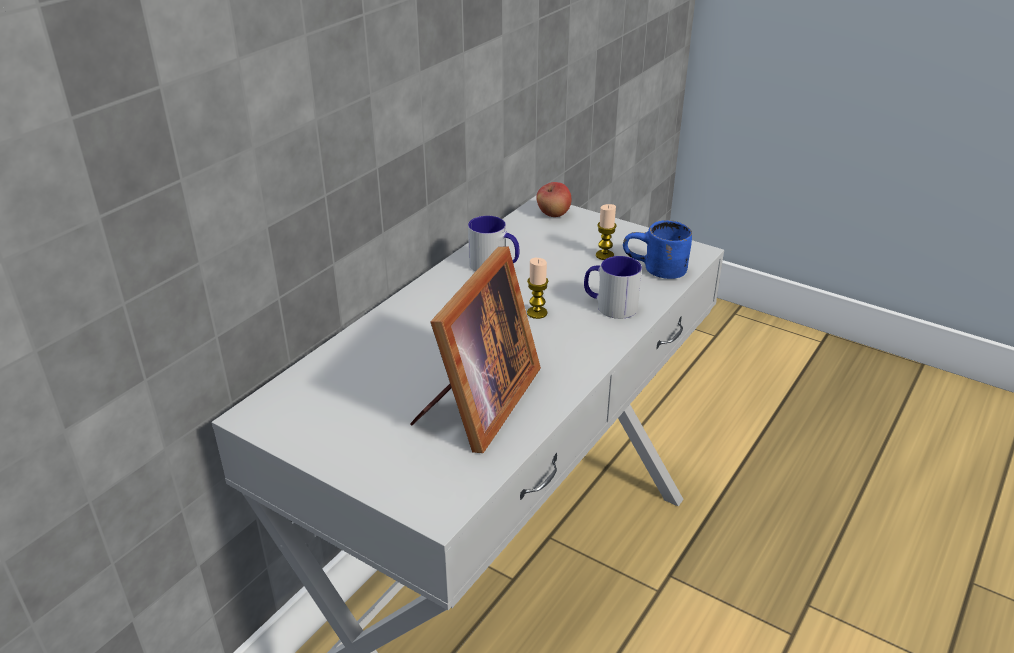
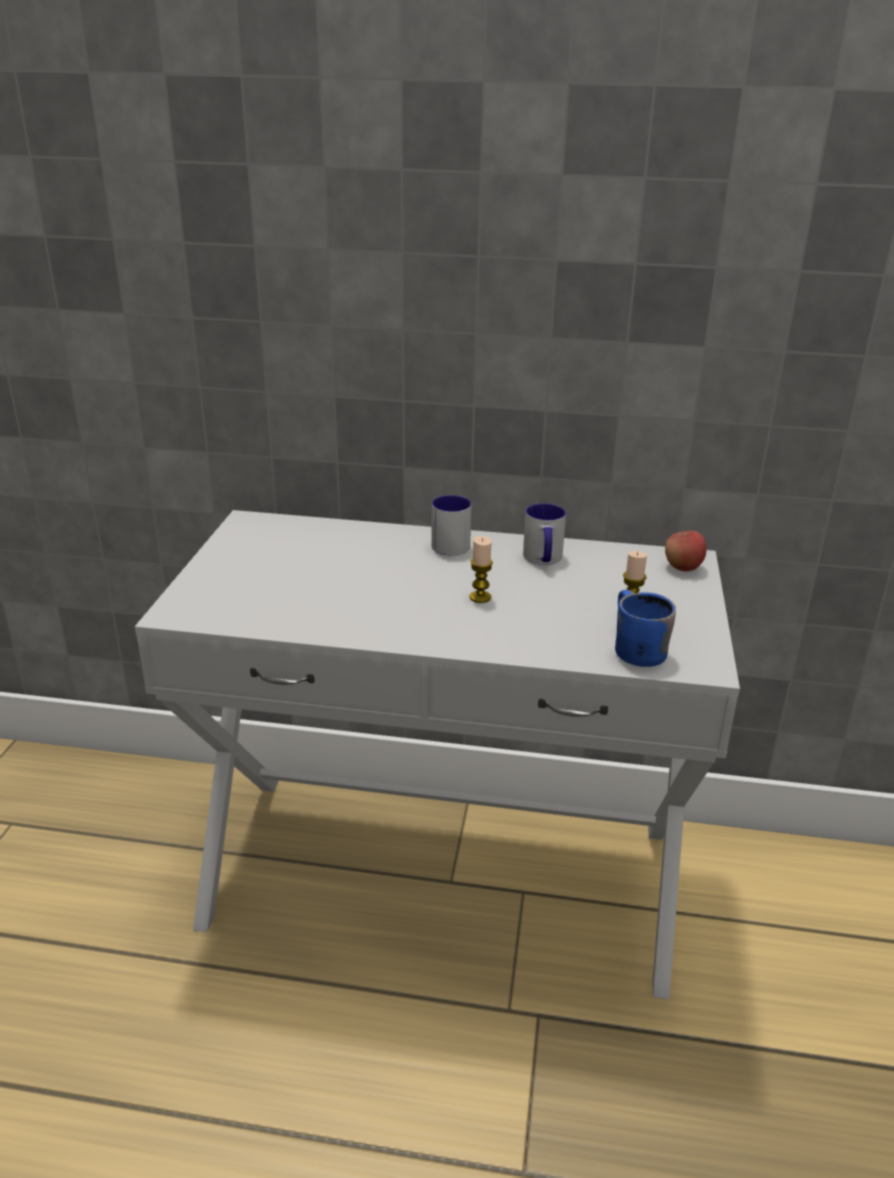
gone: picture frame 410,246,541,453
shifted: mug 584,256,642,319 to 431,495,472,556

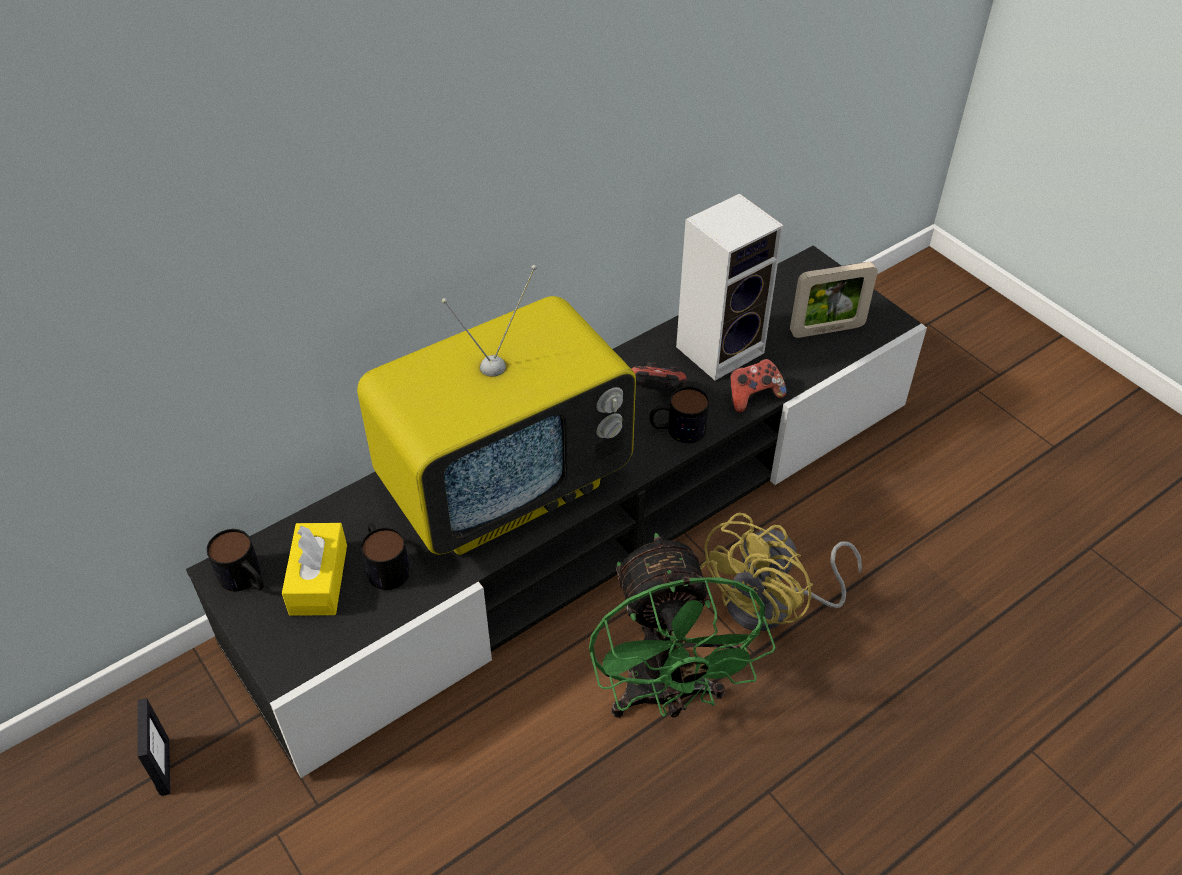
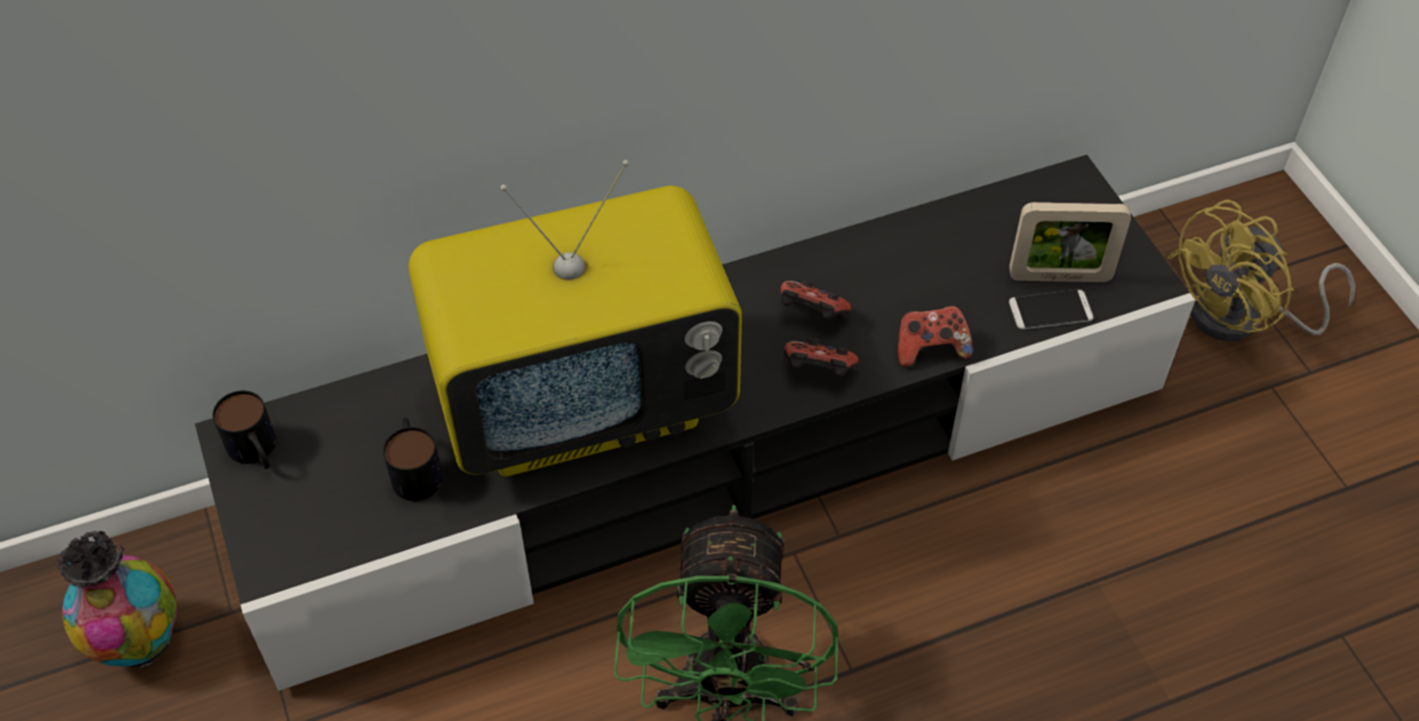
gone: yellow tissue box 282,523,347,616; speaker 676,194,783,381
new: phone 1009,290,1094,329
shifted: yellow fan 700,513,862,631 to 1168,200,1355,341
swapped: picture frame 138,698,171,796 to vase 57,531,177,668; mug 650,387,709,443 to game controller 784,337,858,377

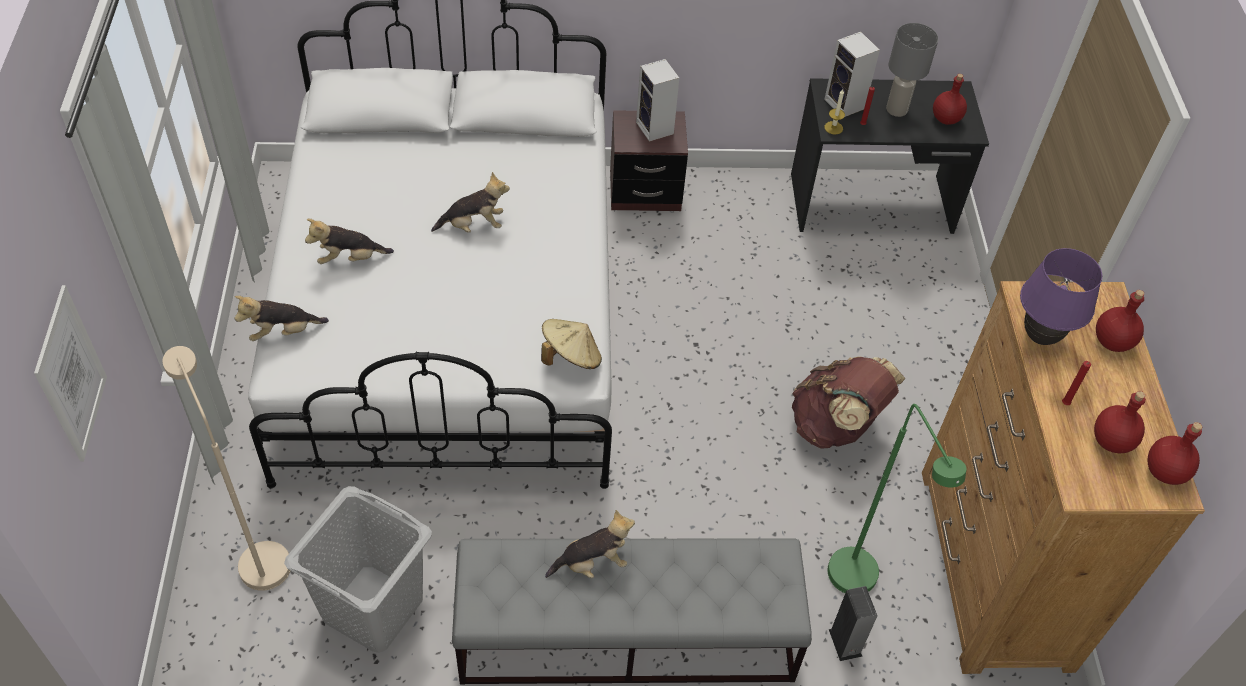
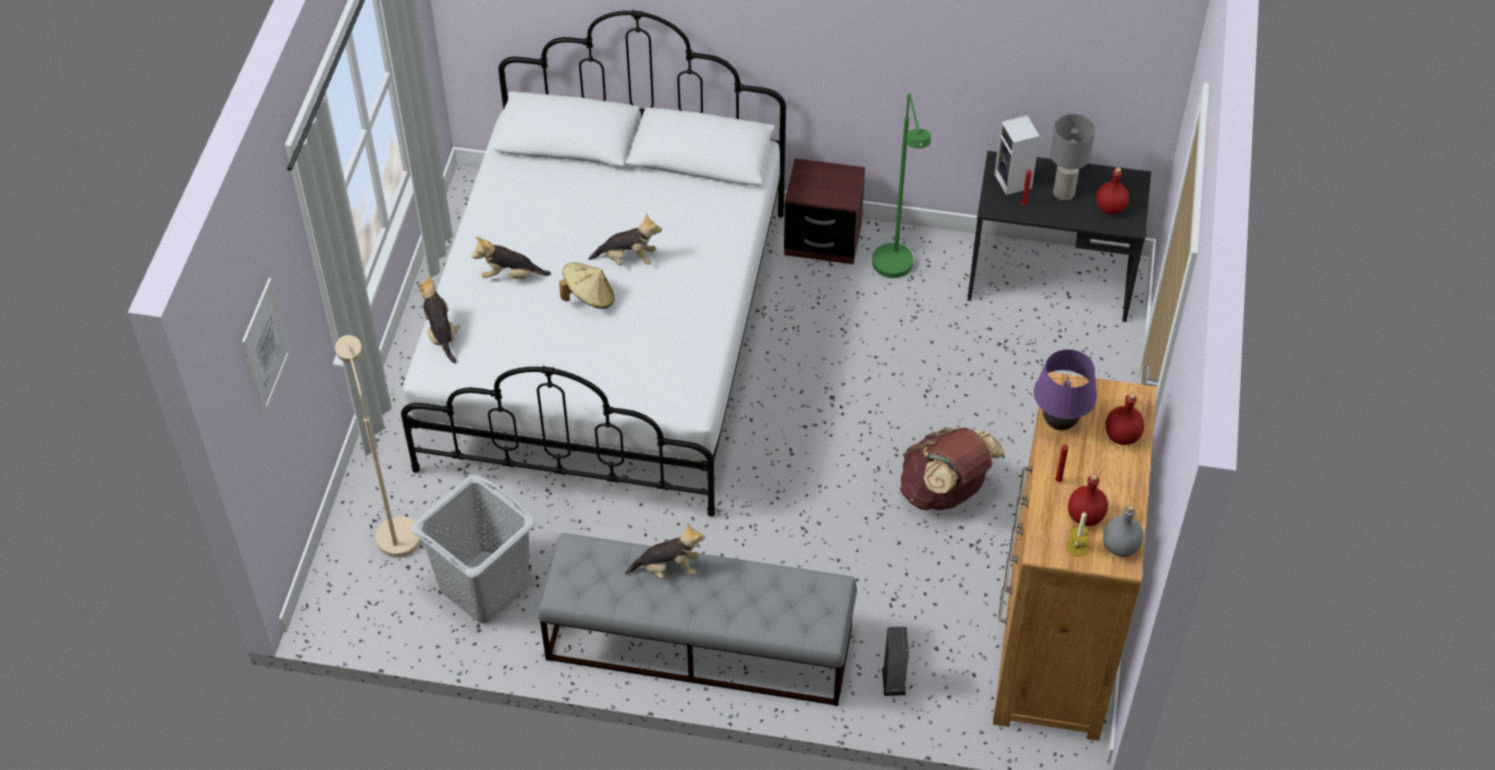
gone: speaker 636,59,679,142
shifted: beige hat 541,319,602,369 to 559,262,614,309; candle 824,89,845,135 to 1066,512,1090,556; green floor lamp 828,404,967,593 to 872,93,931,278
repainted: red bottle 1147,422,1202,485 to grey bottle 1103,504,1144,557
rotated: plush toy 235,296,329,341 = 418,275,460,363 75 degrees clockwise

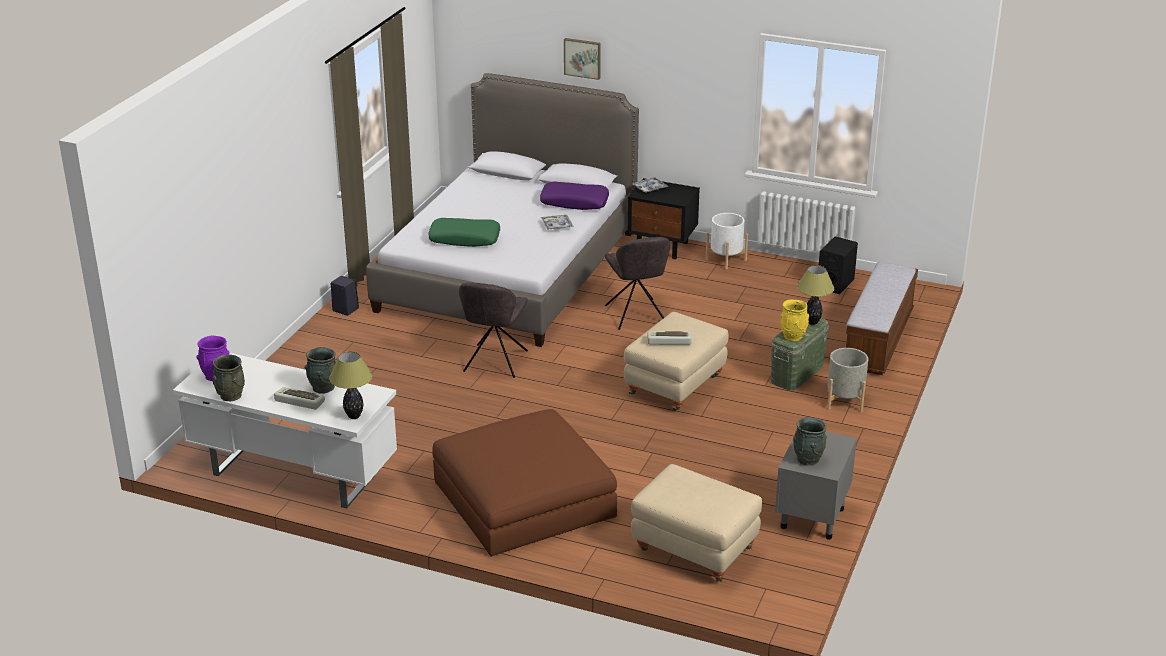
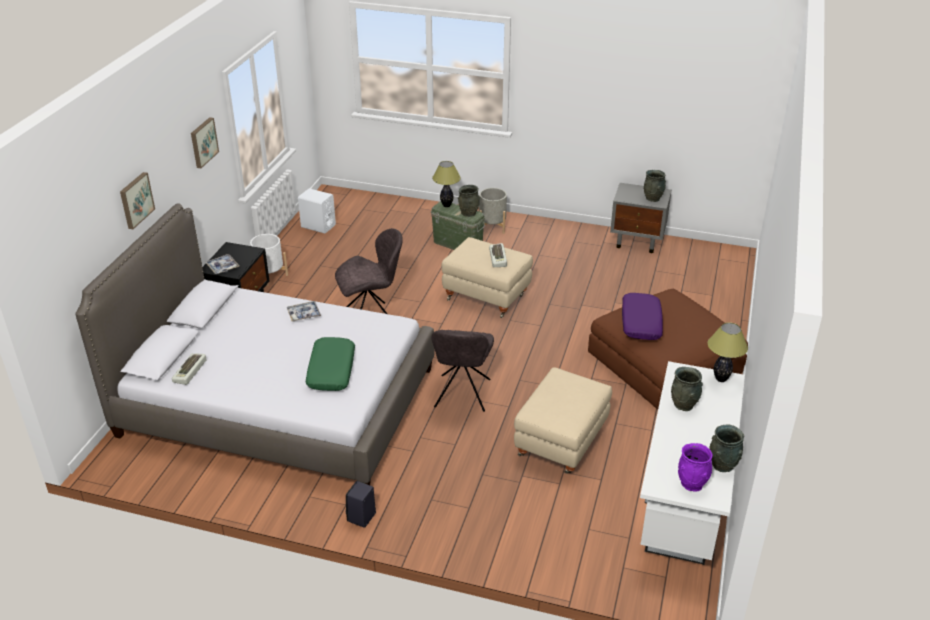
gone: bench 846,262,918,375
new: picture 191,117,219,168
shifted: keyboard 274,387,325,410 to 172,353,207,385; purple pillow 540,182,609,210 to 622,293,663,340; beige ottoman 631,464,762,581 to 514,367,612,474
repainted: yellow vase 780,300,809,341 to grey vase 458,185,480,217; black speaker 819,236,858,294 to white speaker 298,188,336,234
rotated: grey chair 459,282,528,378 = 431,330,494,412 90 degrees clockwise

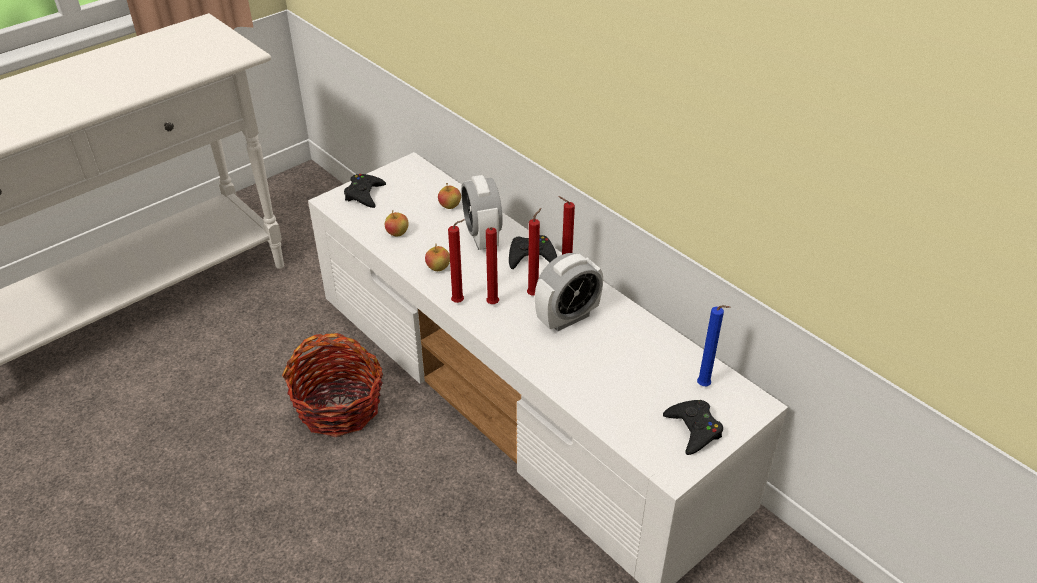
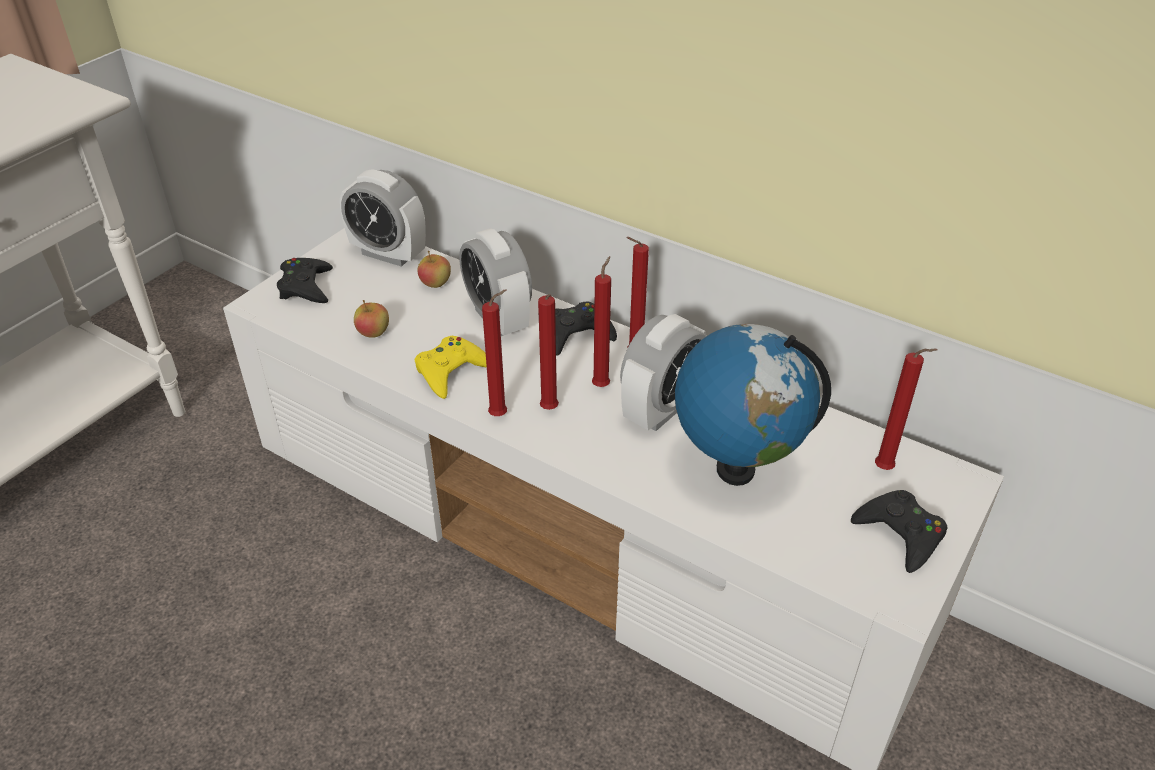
gone: basket 282,333,383,437
new: alarm clock 340,169,426,267; globe 675,324,831,486
swapped: apple 425,243,450,271 to yellow game controller 415,336,487,399
repainted: blue candle 697,305,730,386 to red candle 875,348,938,470

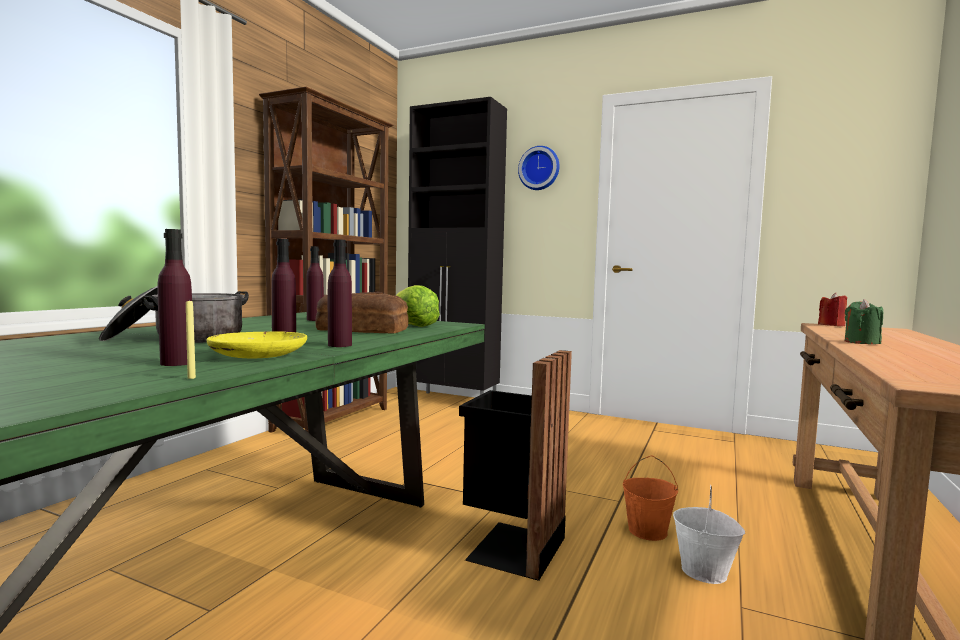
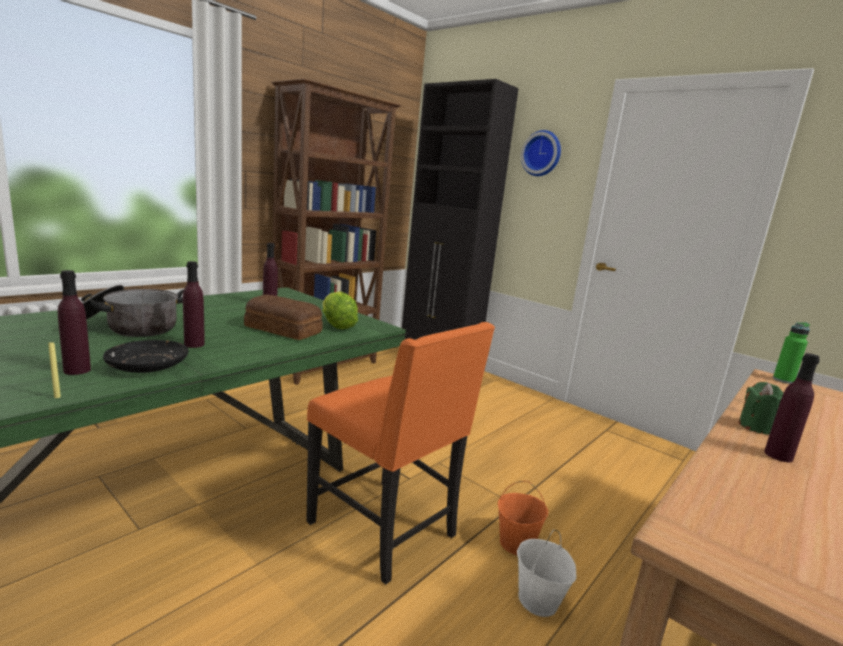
shifted: purple bottle 328,239,352,347 to 764,353,820,462
swapped: black trash can 459,350,572,581 to orange chair 306,322,495,585; red candle 818,293,847,326 to green bottle 773,322,810,384
repainted: yellow plate 207,331,307,358 to black plate 103,340,189,373

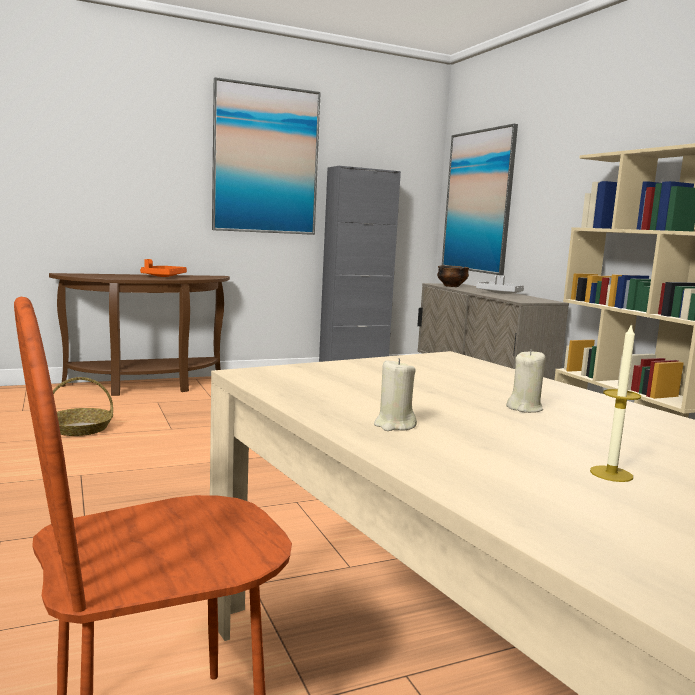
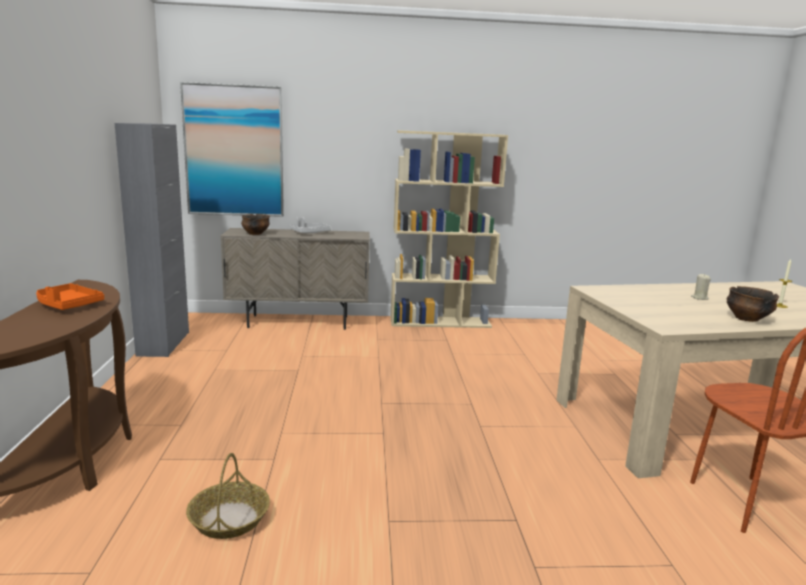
gone: picture 212,77,321,235
swapped: beige candle 374,358,417,431 to bowl 727,286,779,322

